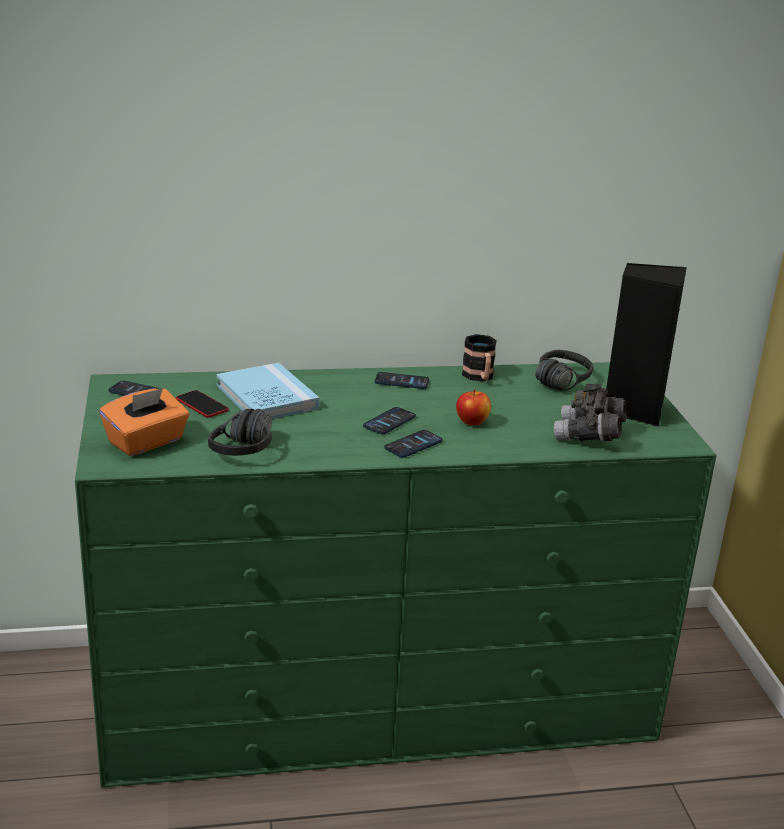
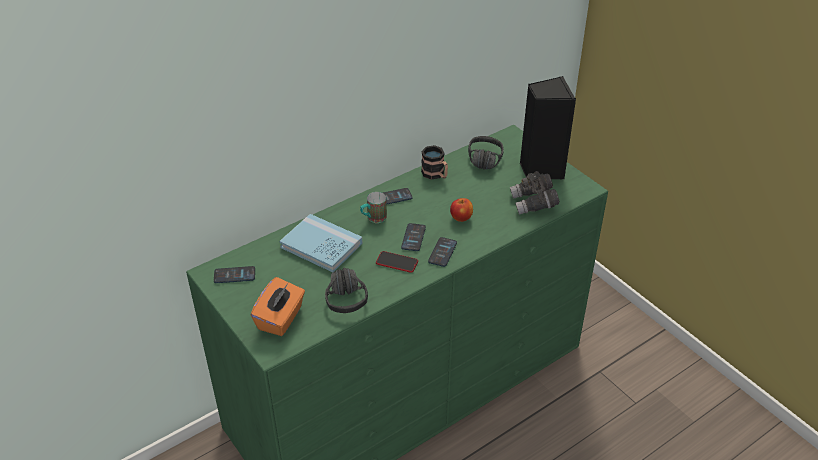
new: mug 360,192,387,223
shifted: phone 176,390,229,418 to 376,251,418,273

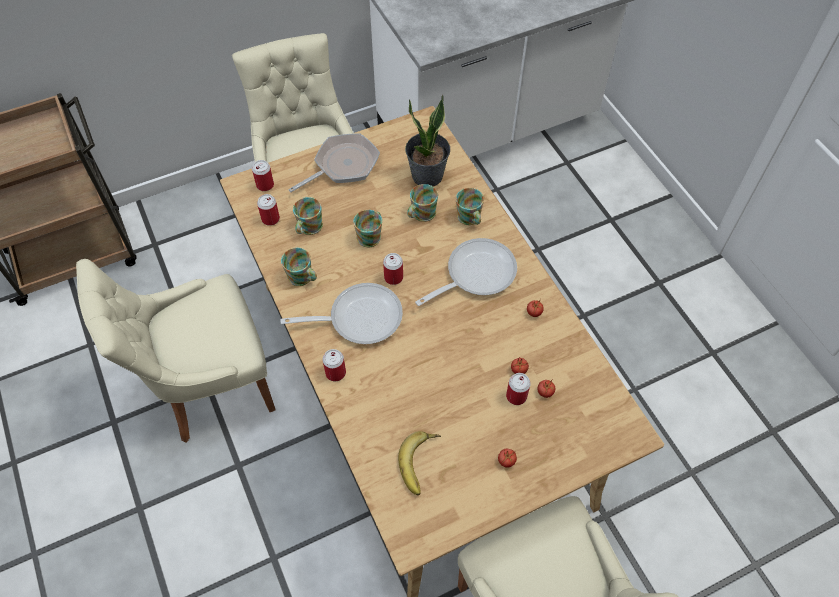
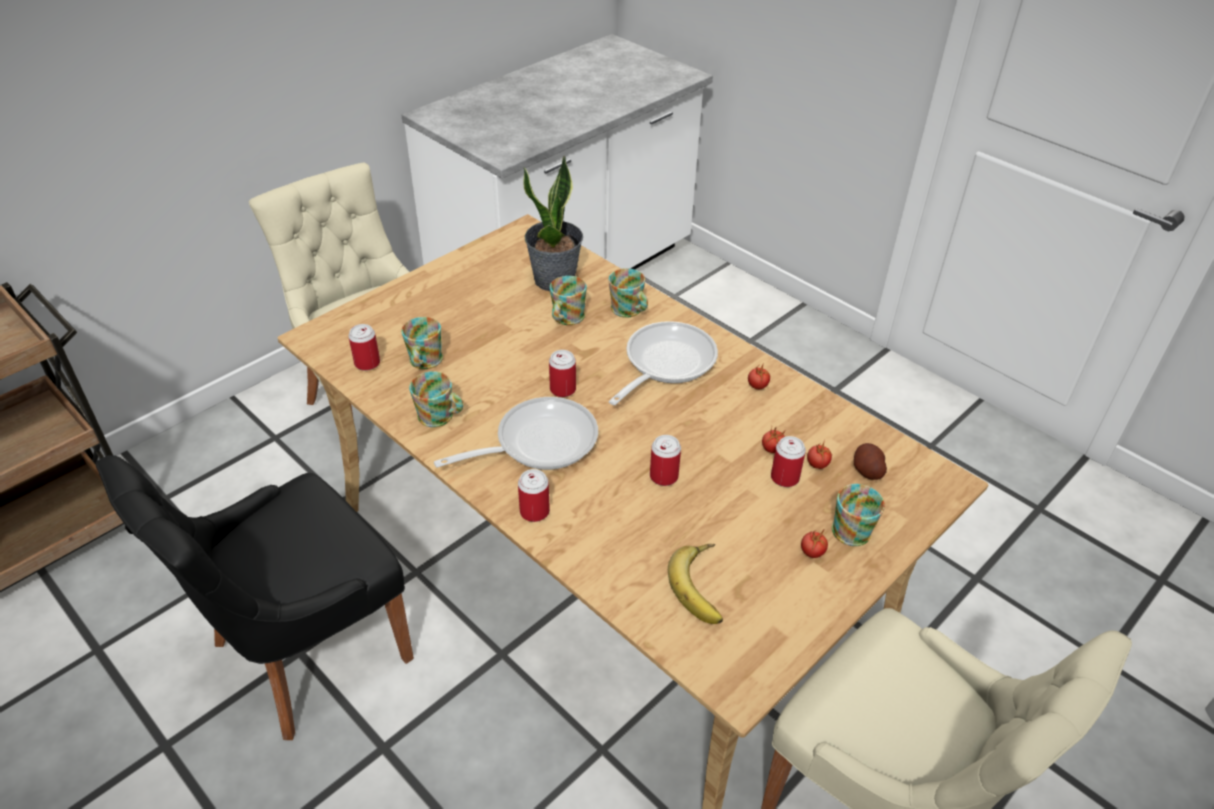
gone: frying pan 288,133,380,192
new: potato 854,443,887,480
shifted: can 252,160,274,191 to 650,435,681,486; mug 353,210,382,247 to 832,484,885,546
repainted: beige chair 76,259,276,443 to black chair 96,455,414,740

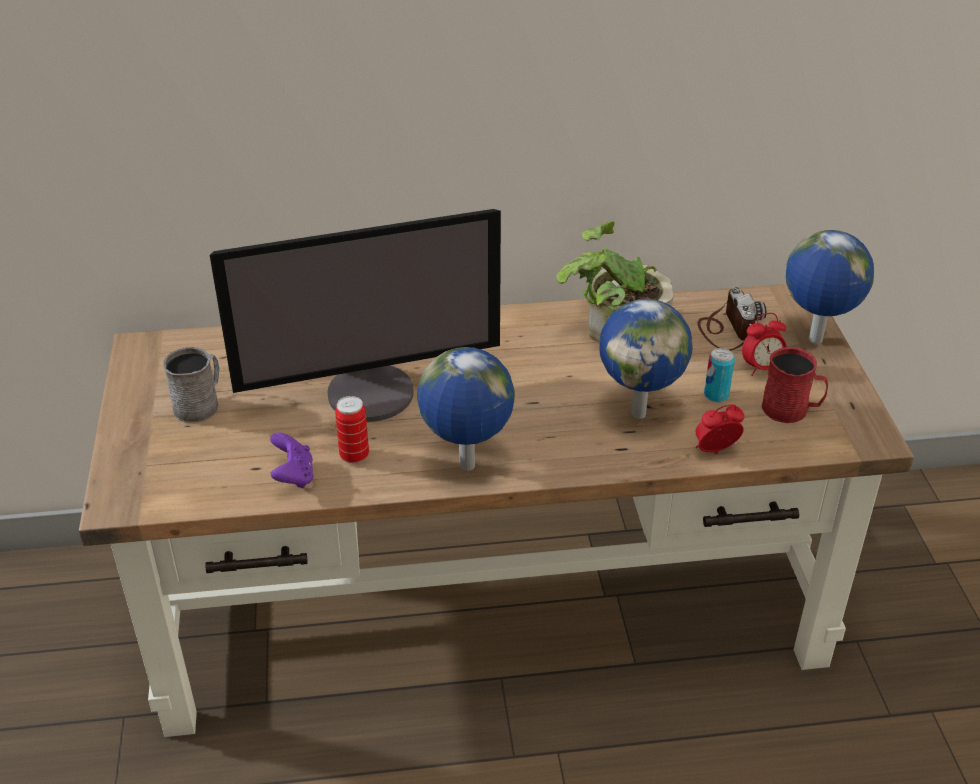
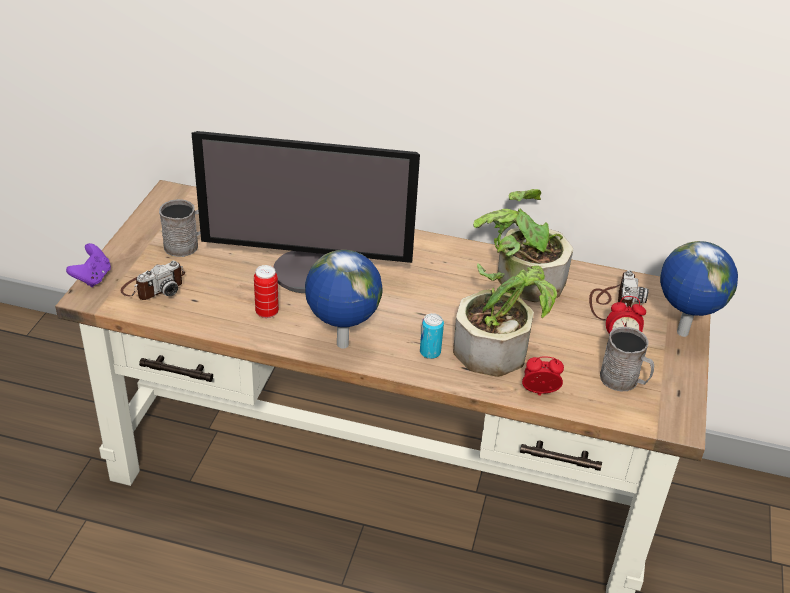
new: photo camera 121,261,185,300
shifted: purple game controller 270,432,314,488 to 66,243,111,287; can 704,348,735,402 to 420,313,444,359
swapped: globe 600,299,692,419 to potted plant 453,263,557,377
repainted: red mug 761,347,828,423 to grey mug 600,327,654,391

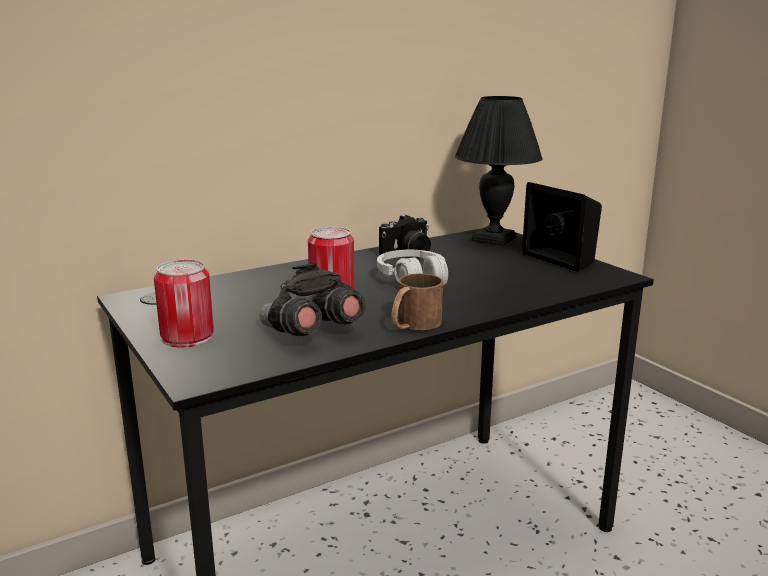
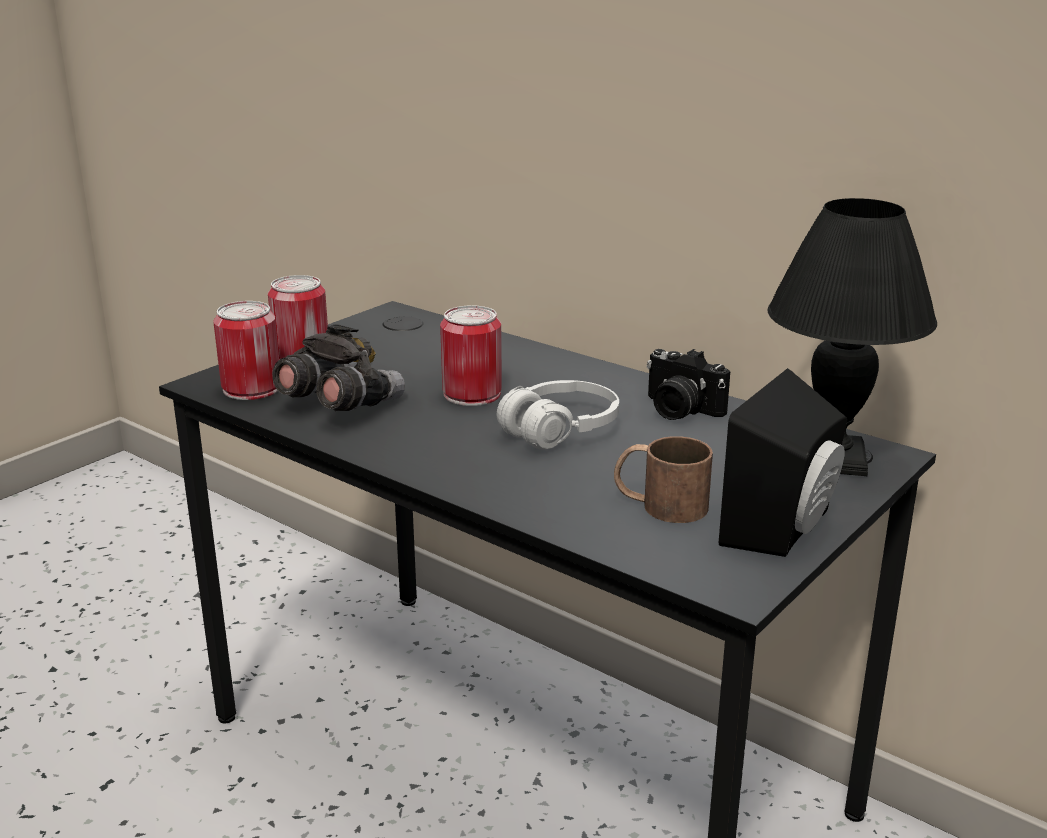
new: can 213,301,279,400
shifted: brown mug 391,274,443,330 to 614,436,713,523

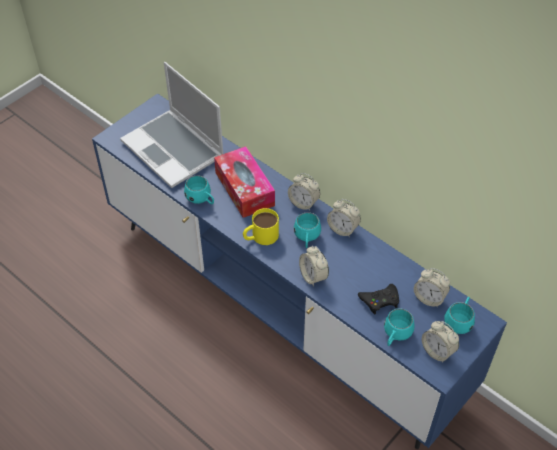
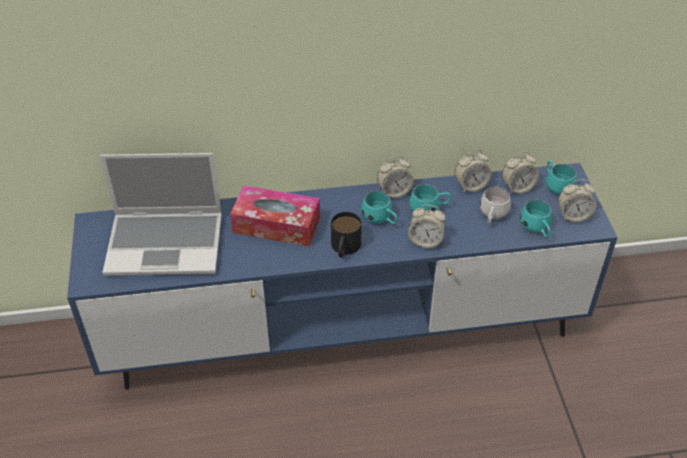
shifted: turquoise mug 184,175,214,204 to 409,184,451,211; alarm clock 288,173,320,210 to 455,150,491,192
swapped: black game controller 358,284,399,315 to white mug 480,187,511,224
repainted: yellow mug 243,208,279,245 to black mug 331,212,362,258

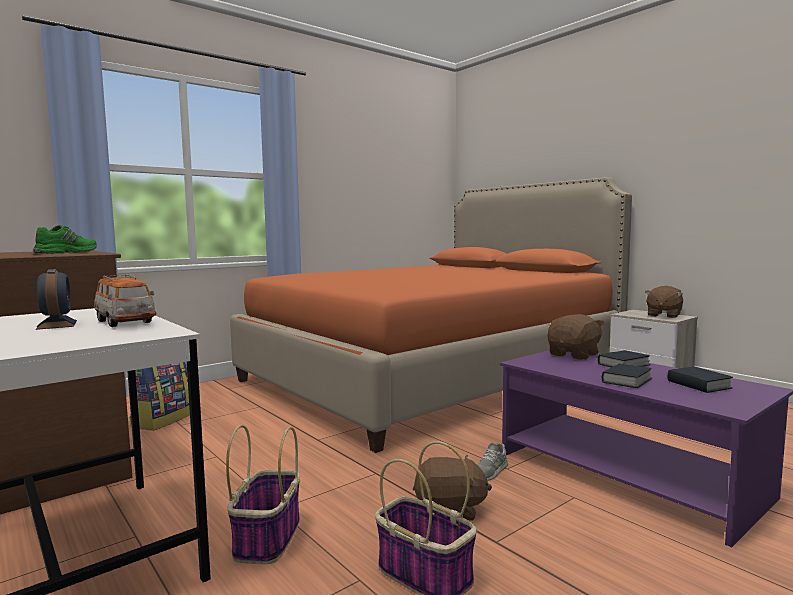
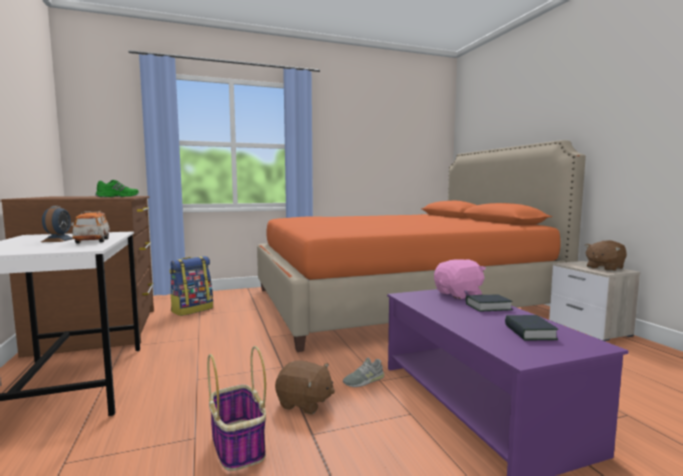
gone: basket 226,425,300,564; book 602,363,652,388
repainted: brown plush toy 547,314,605,360 to pink plush toy 434,259,486,299

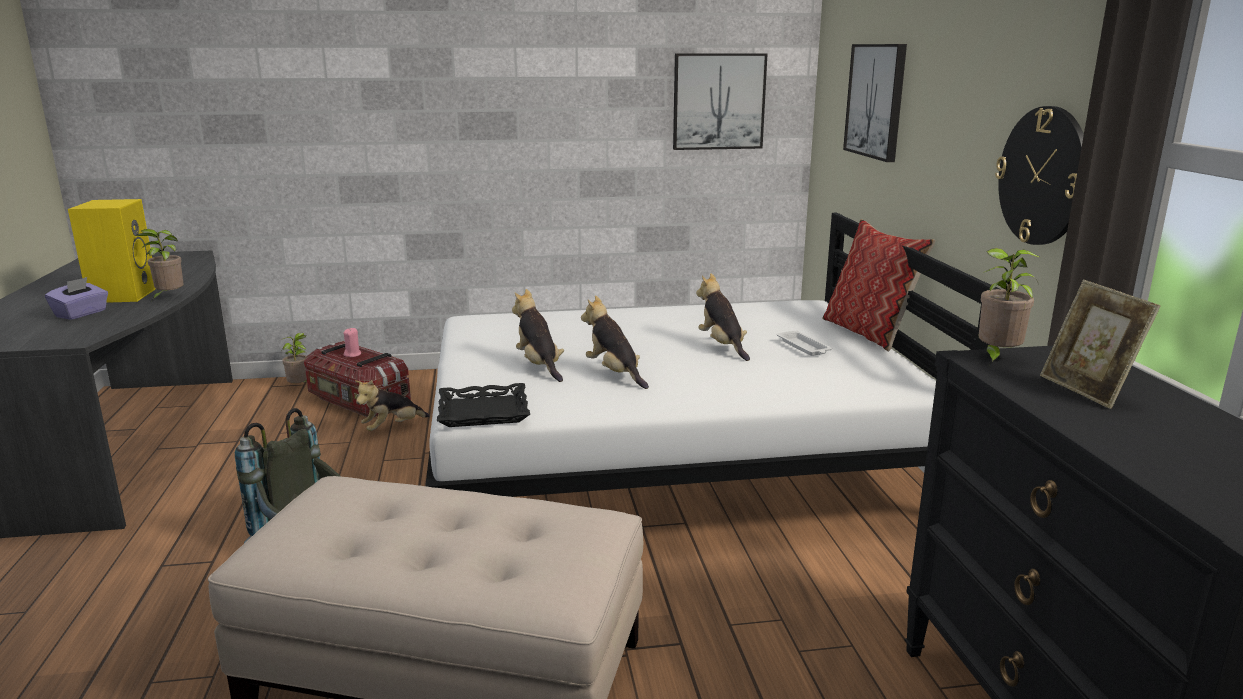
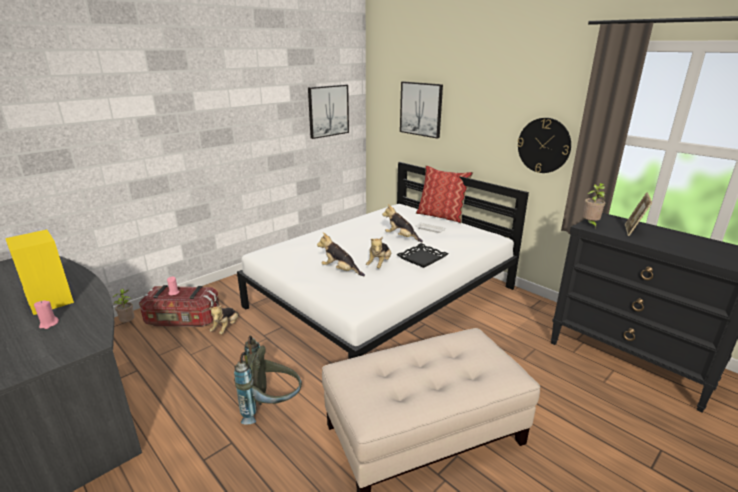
gone: potted plant 135,229,184,300
shifted: black tray 437,383,530,427 to 396,243,449,268
swapped: purple tissue box 45,277,108,320 to pink candle 34,300,59,329
rotated: plush toy 581,295,649,389 = 366,236,391,268 90 degrees counterclockwise; picture frame 1040,280,1161,409 = 625,192,652,236 75 degrees clockwise

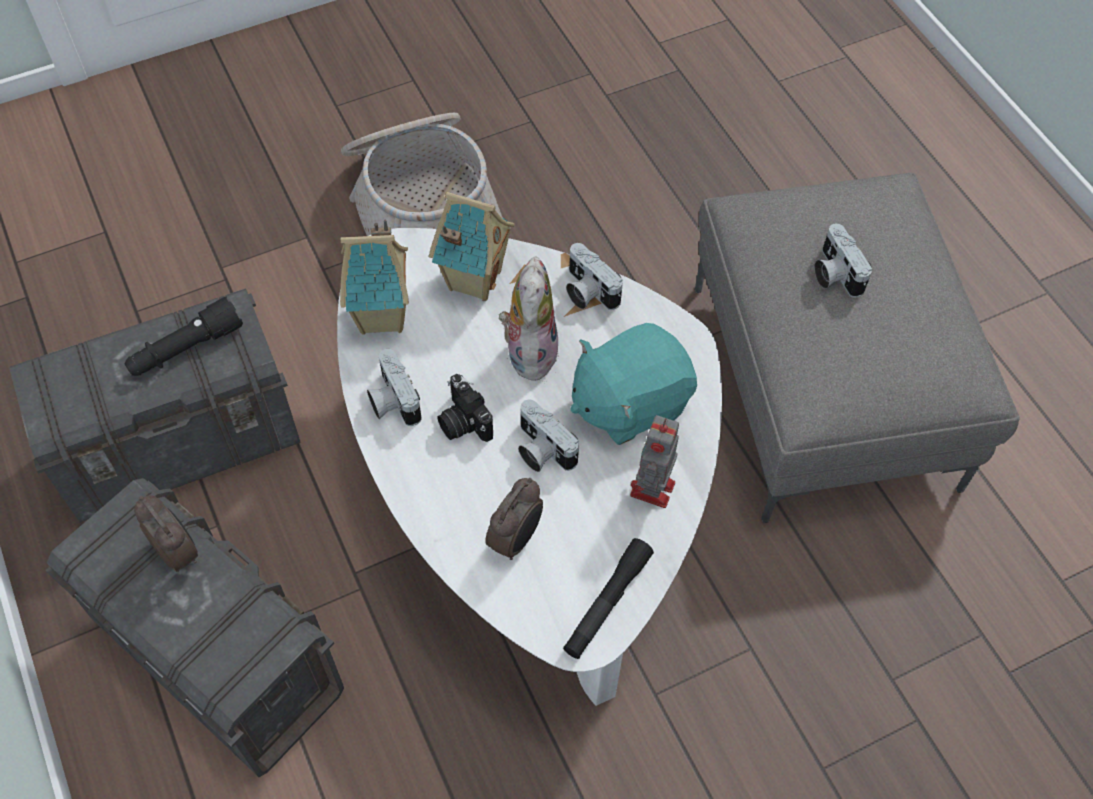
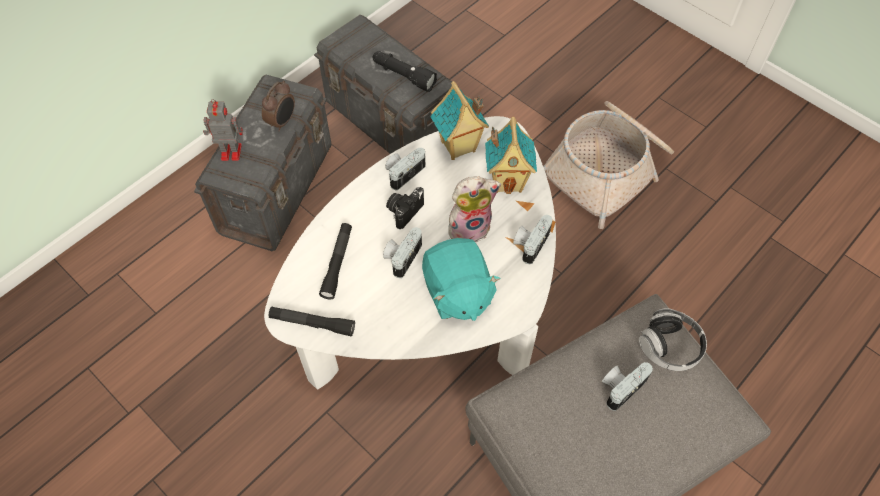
new: headphones 639,308,707,371
shifted: toy robot 630,415,679,508 to 203,99,243,161
swapped: alarm clock 485,478,543,560 to black flashlight 319,223,352,299
rotated: turquoise plush toy 571,323,697,445 = 422,238,501,321 150 degrees counterclockwise

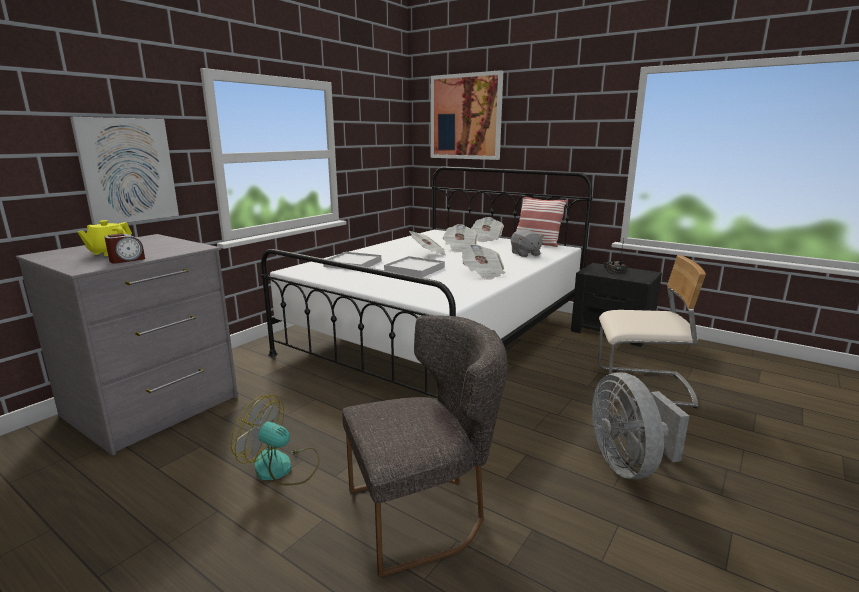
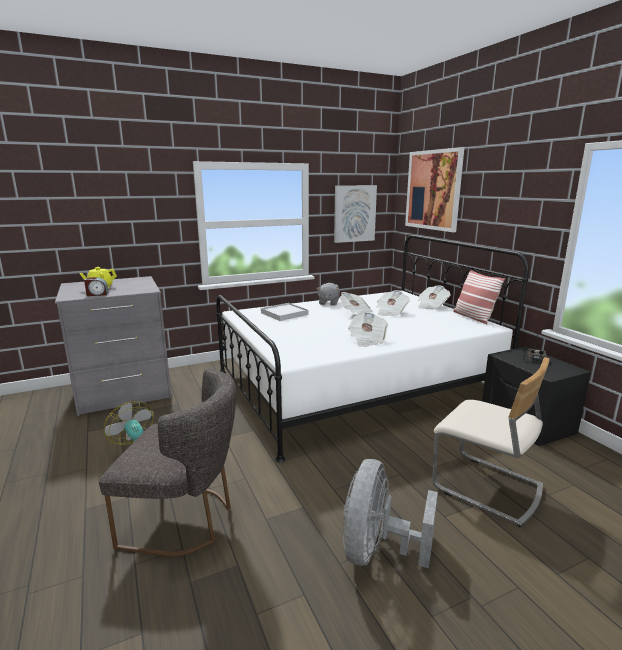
gone: white tray 384,256,445,278
shifted: picture 70,117,179,225 to 334,185,377,243; grey plush toy 511,229,544,257 to 317,283,340,305

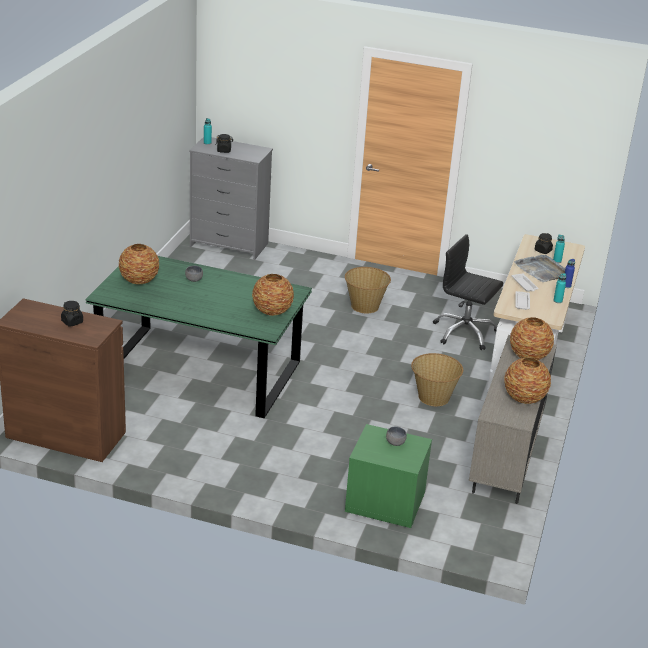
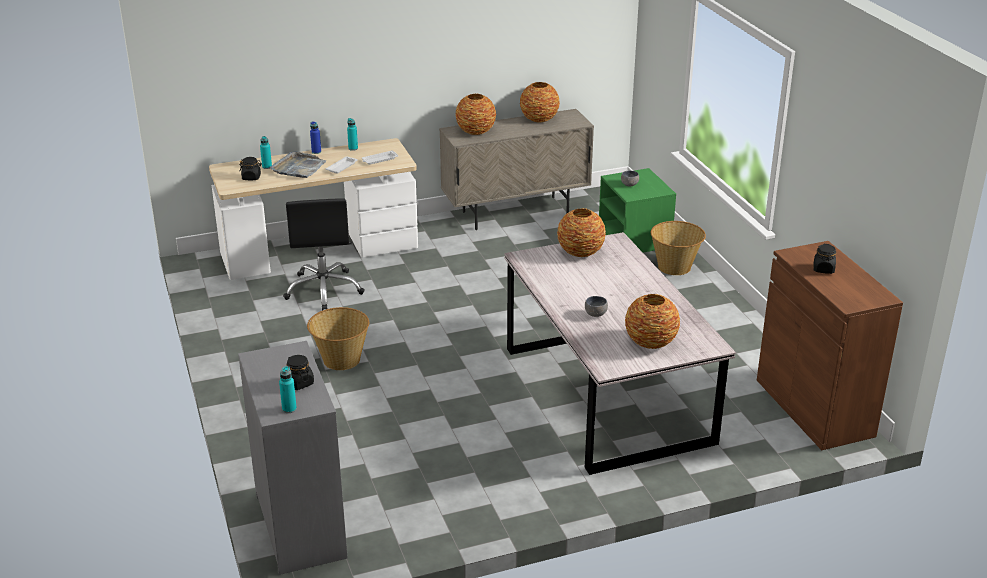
shifted: basket 411,353,463,406 to 651,221,706,275
repainted: green dining table 86,256,312,418 to grey dining table 504,232,736,475

